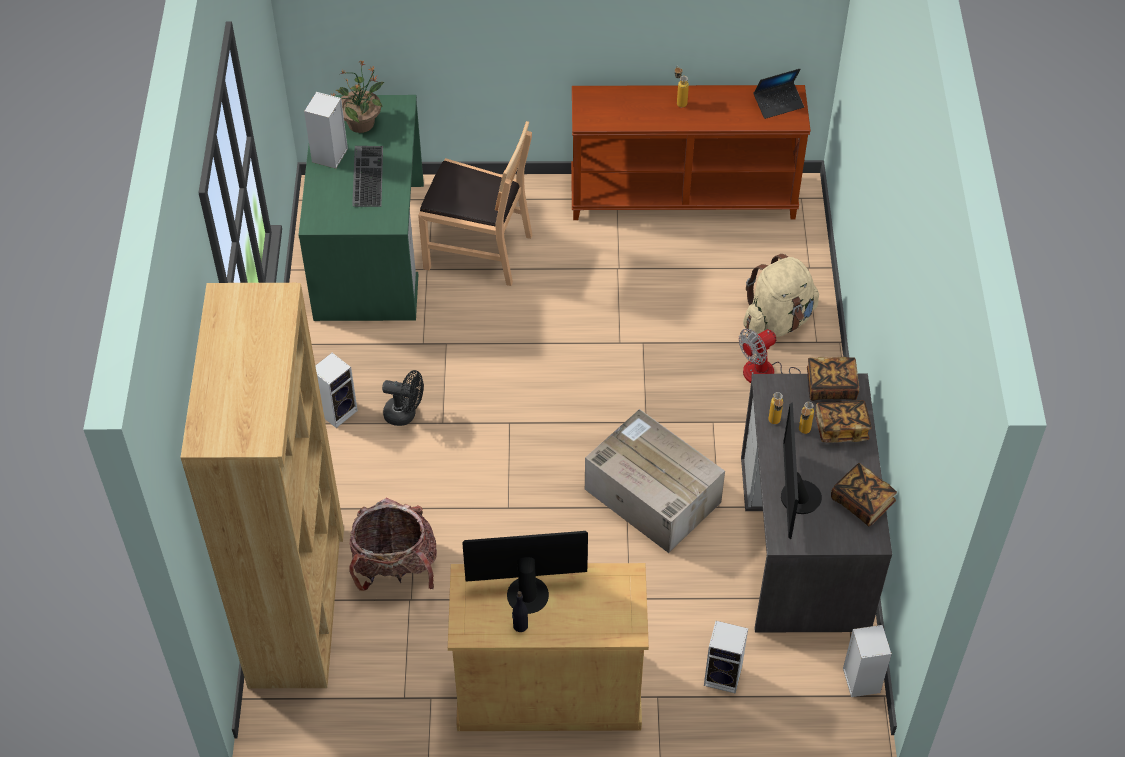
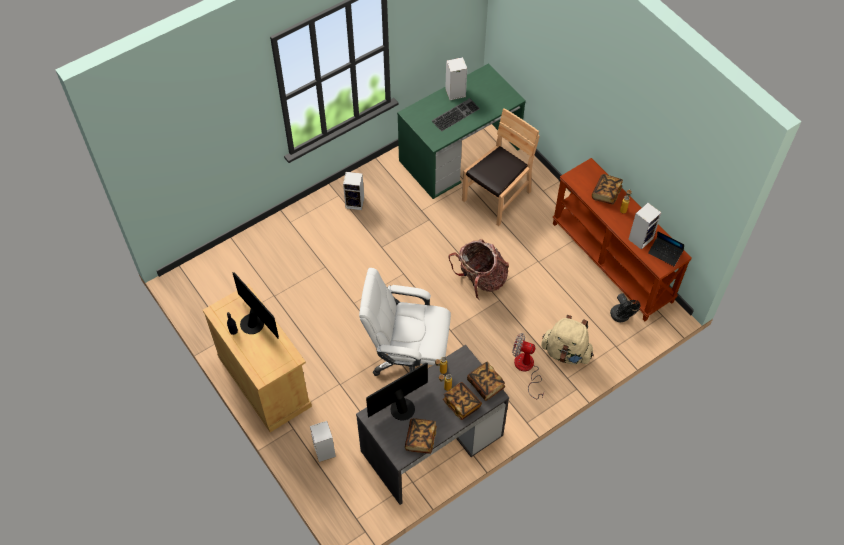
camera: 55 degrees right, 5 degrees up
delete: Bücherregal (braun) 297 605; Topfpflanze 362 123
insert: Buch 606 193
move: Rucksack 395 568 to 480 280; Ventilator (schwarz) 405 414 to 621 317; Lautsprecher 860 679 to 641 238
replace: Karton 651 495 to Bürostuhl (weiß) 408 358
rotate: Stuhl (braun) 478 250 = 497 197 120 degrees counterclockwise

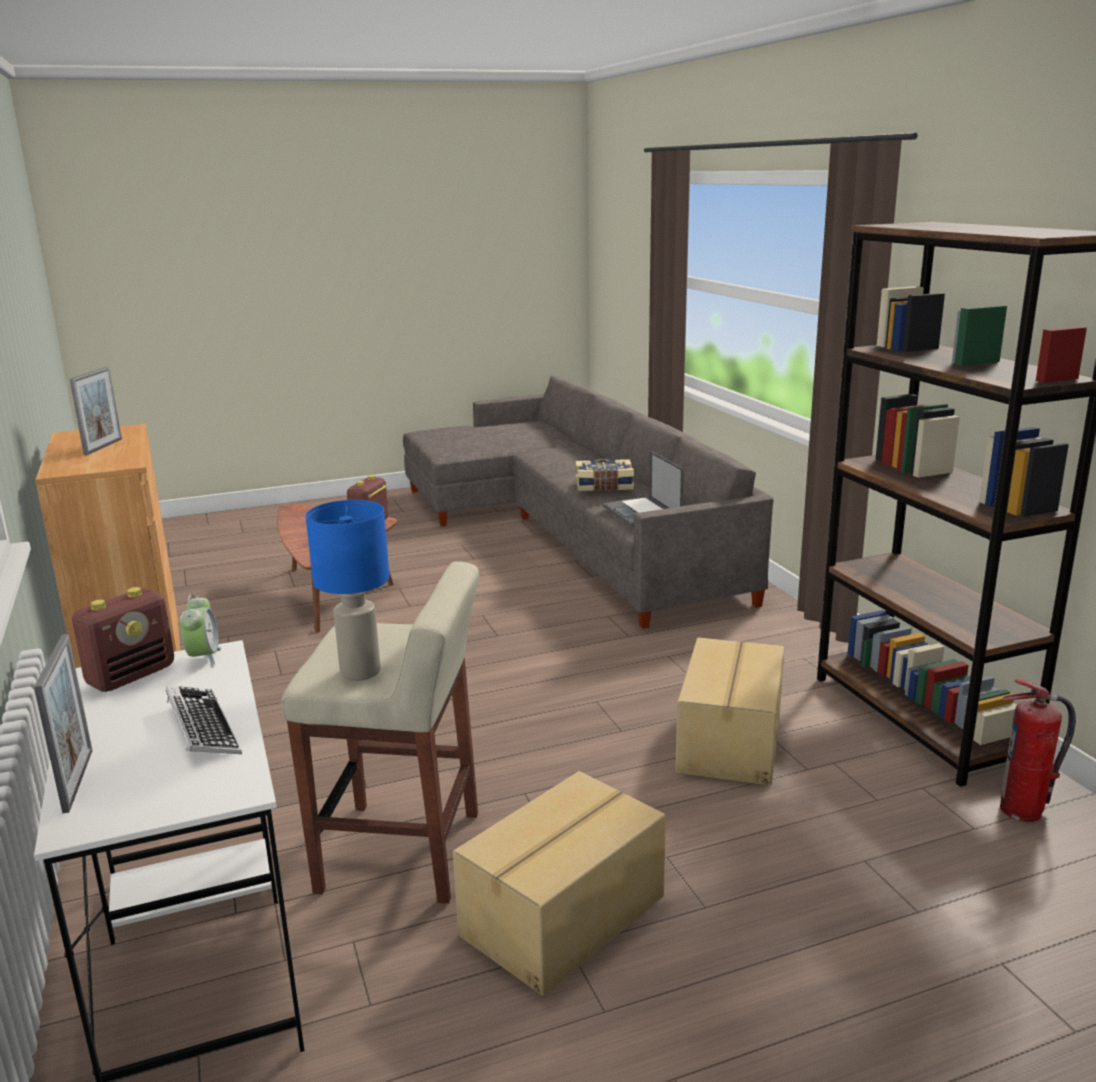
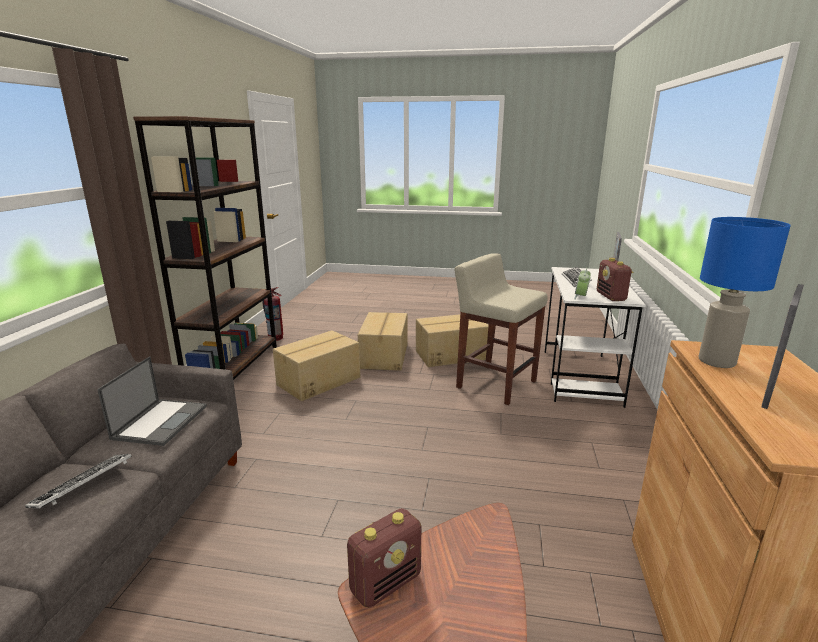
camera: 150 degrees left, 0 degrees up
insert: Karton 385 356
move: Tischlampe (blau) 359 672 to 717 361
replace: Buch 604 486 to Tastatur 83 485
rotate: Radio 132 675 = 611 297 75 degrees counterclockwise

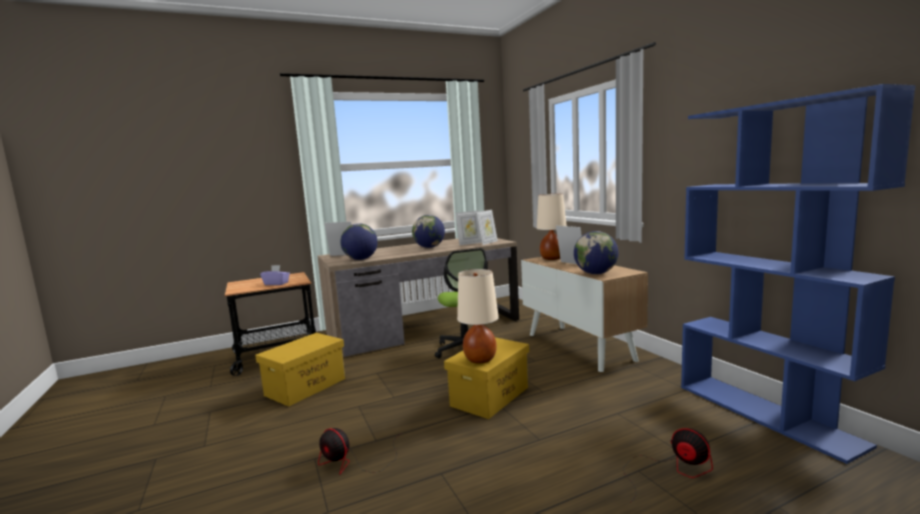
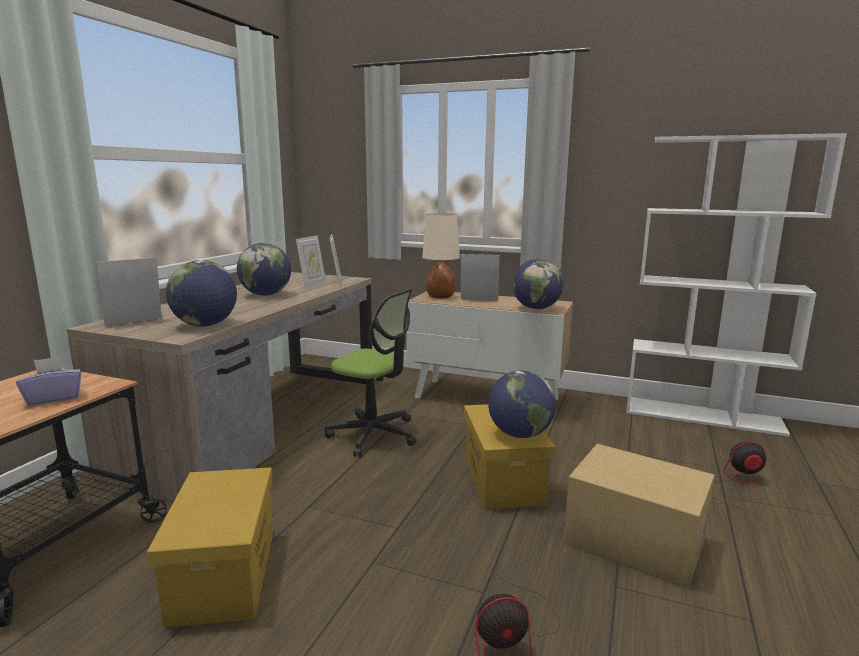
camera: 45 degrees left, 5 degrees up
insert: Karton 632 542
replace: Tischlampe (beige) 480 359 to Globus 520 434
recolor: Bücherregal (blau) 766 413 to Bücherregal (weiß) 703 416

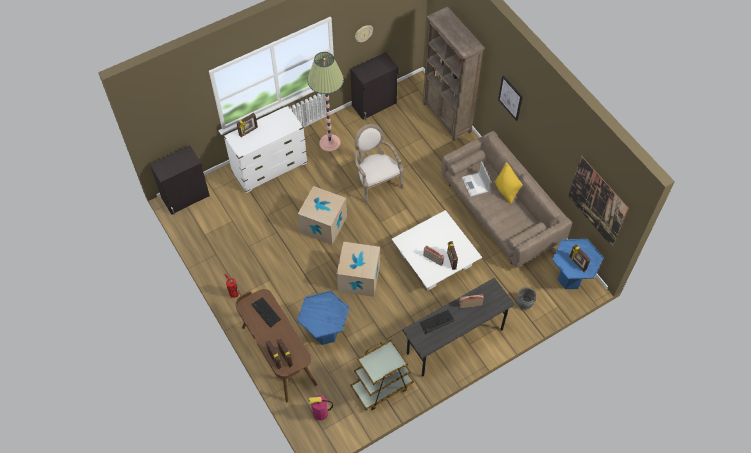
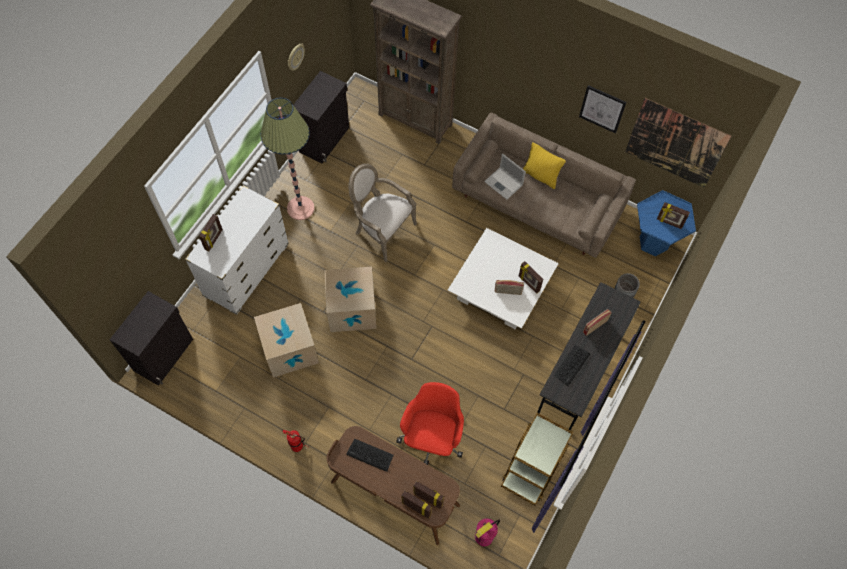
camera: 30 degrees left, 5 degrees up
move: Karton 359 278 to 289 349; Bild 510 98 to 602 109
replace: Beistelltisch (blau) 325 333 to Bürostuhl (rot) 432 438

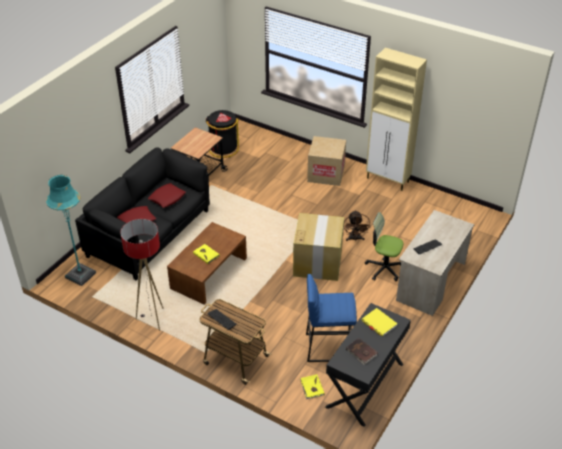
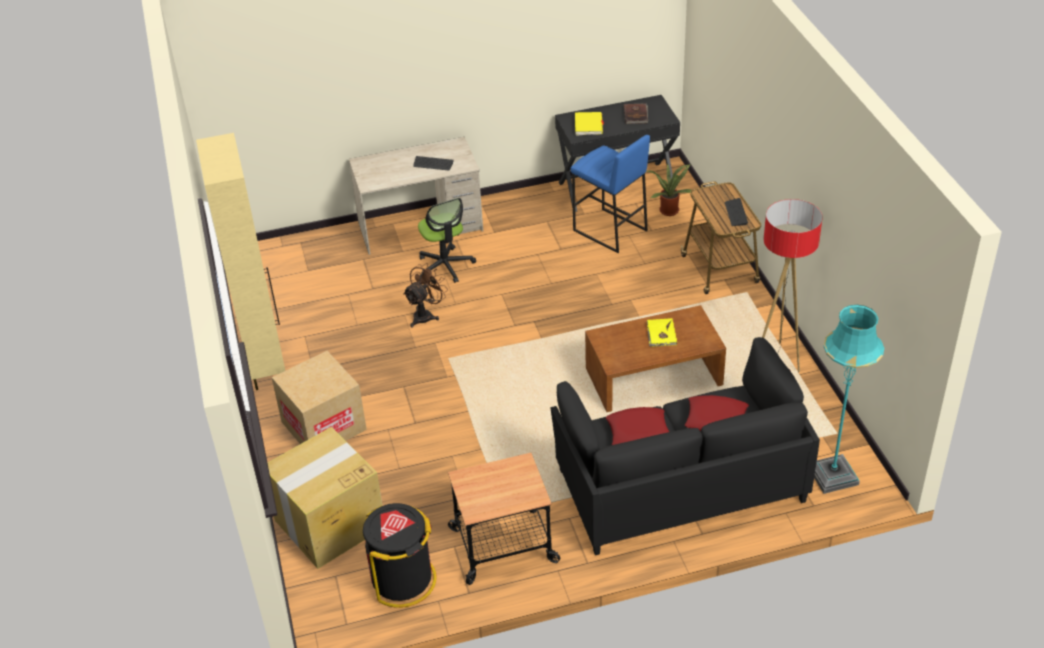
camera: 135 degrees left, 0 degrees up
move: Karton 317 262 to 328 524
replace: Buch (gelb) 312 387 to Topfpflanze 669 209

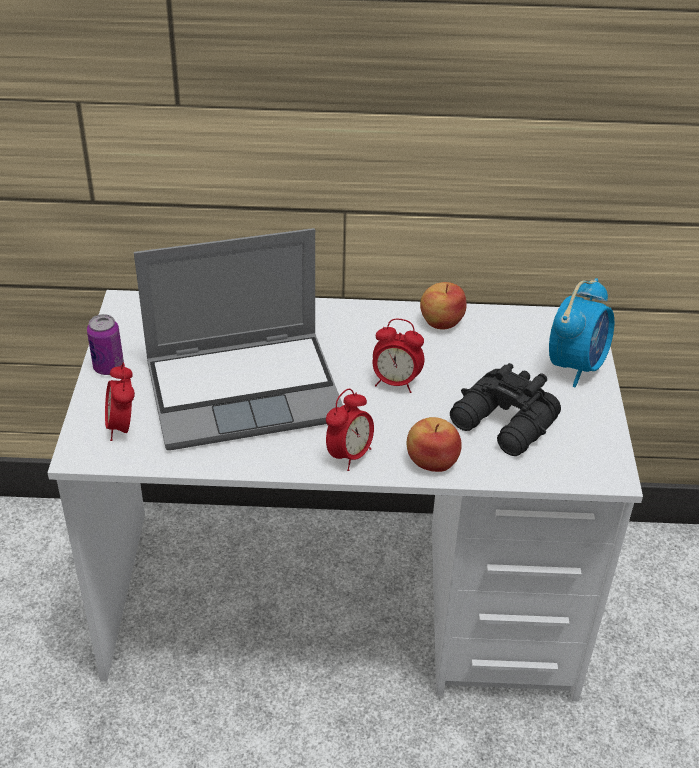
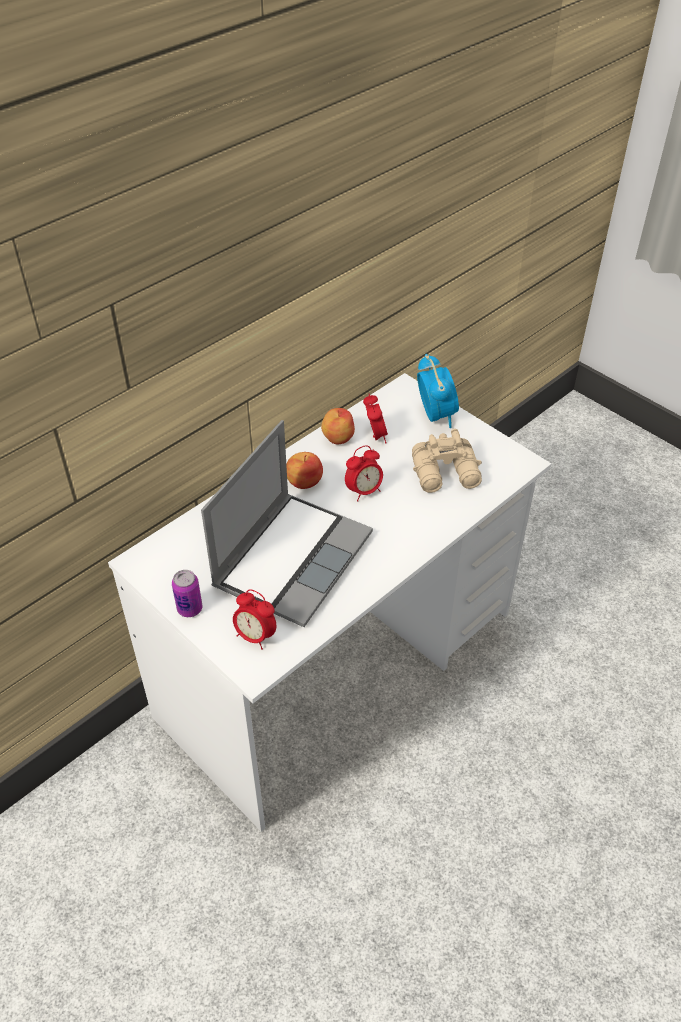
camera: 45 degrees left, 5 degrees up
move: Wecker 349 455 to 375 436; Apfel 432 460 to 304 481
recolor: Fernglas (schwarz) 504 425 to Fernglas (beige) 447 474

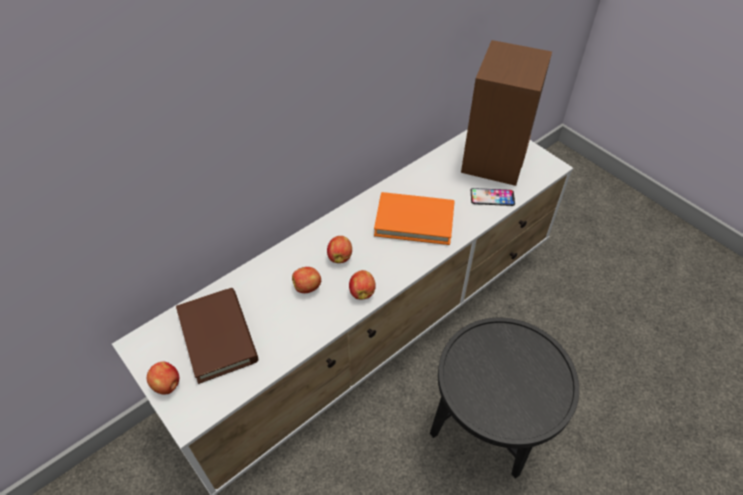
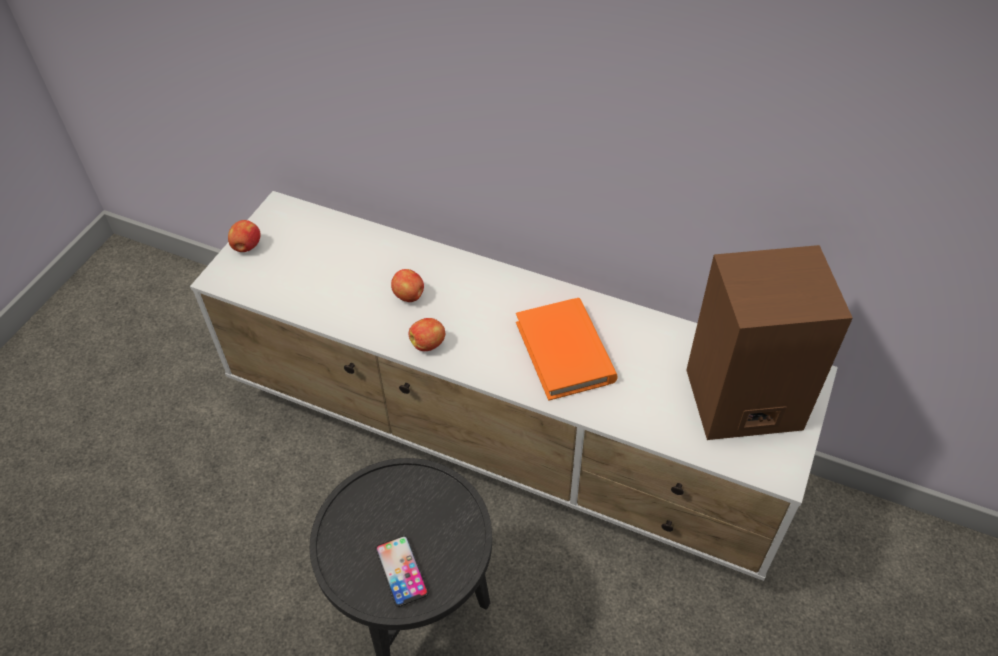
camera: 65 degrees right, 0 degrees up
delete: Buch (braun) 218 337; Apfel 340 256
move: Handy 492 197 to 401 570

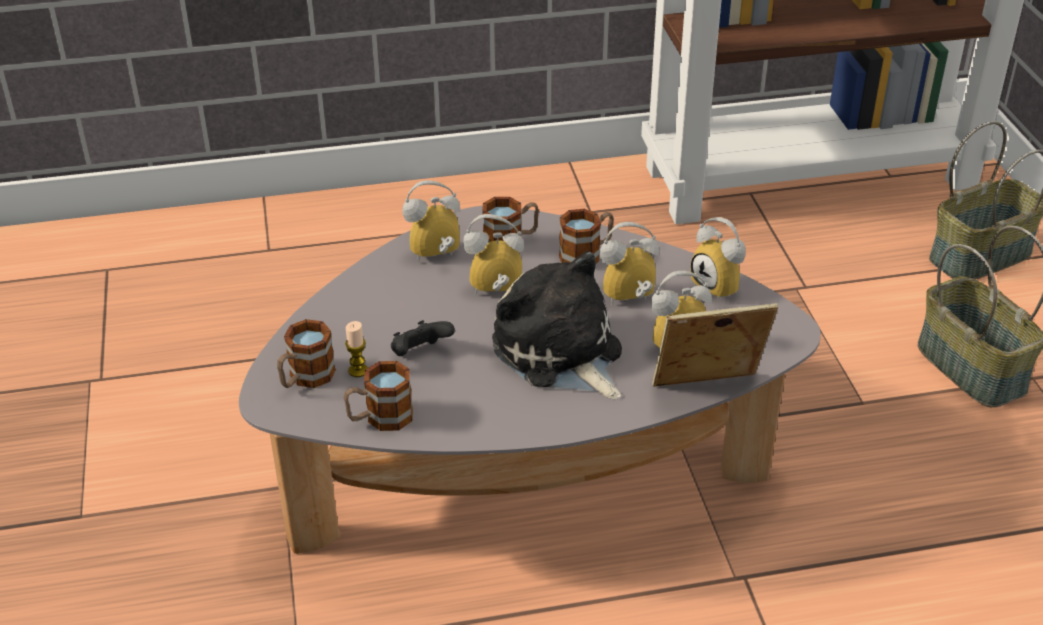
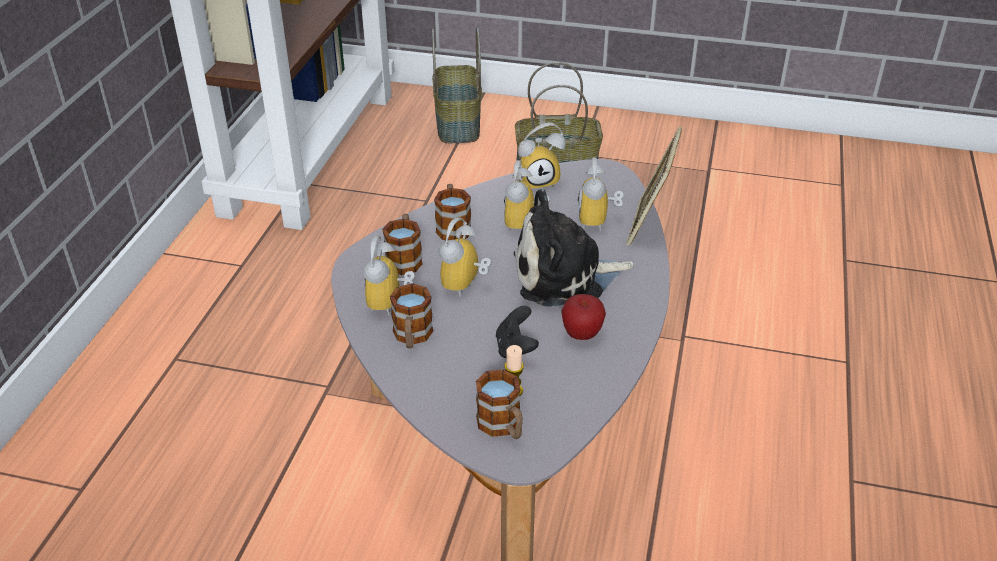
camera: 65 degrees left, 0 degrees up
insert: Apfel 581 334
move: Henkelbecher 380 418 to 412 337

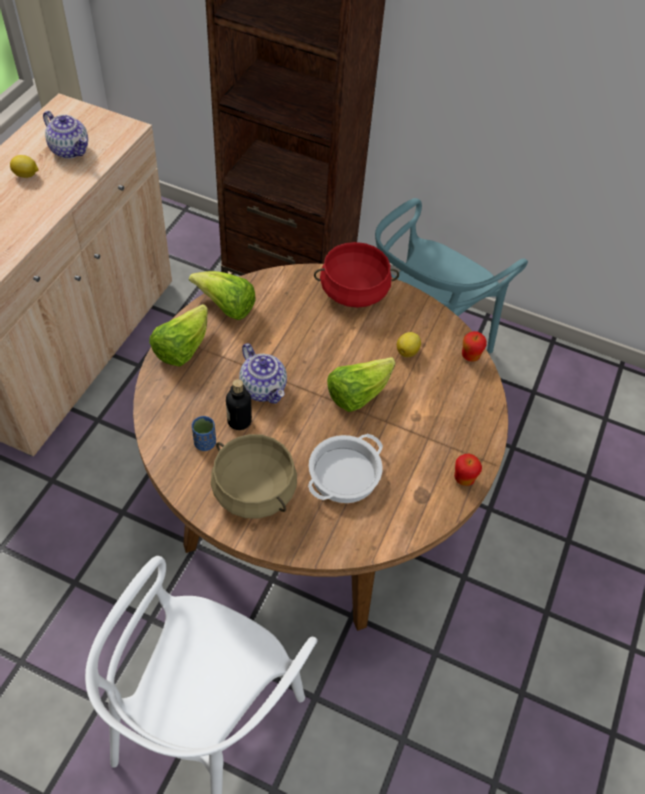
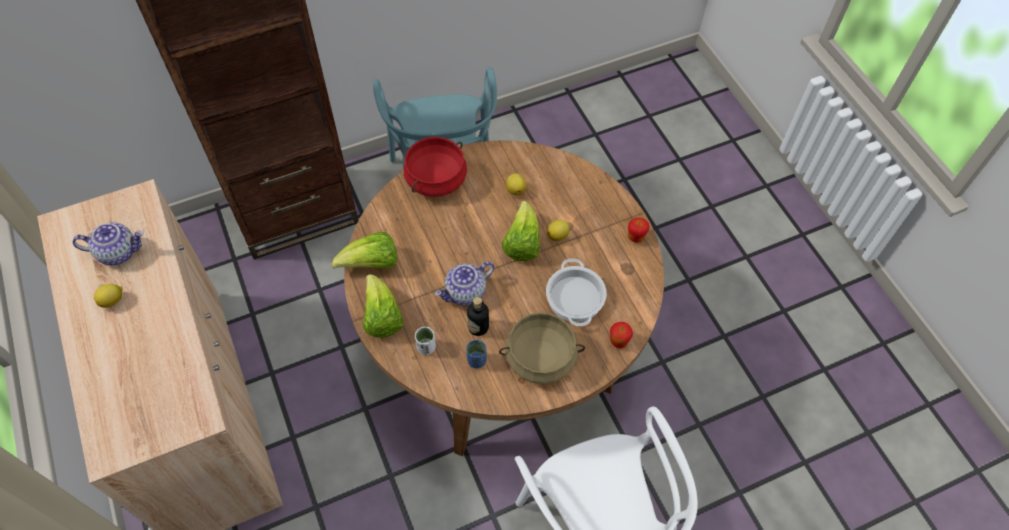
camera: 45 degrees left, 5 degrees up
insert: Tasse (weiß) 426 347; Zitrone 558 235
move: Apfel 470 356 to 618 341
rotate: Teekanne 264 388 = 465 293 135 degrees clockwise

